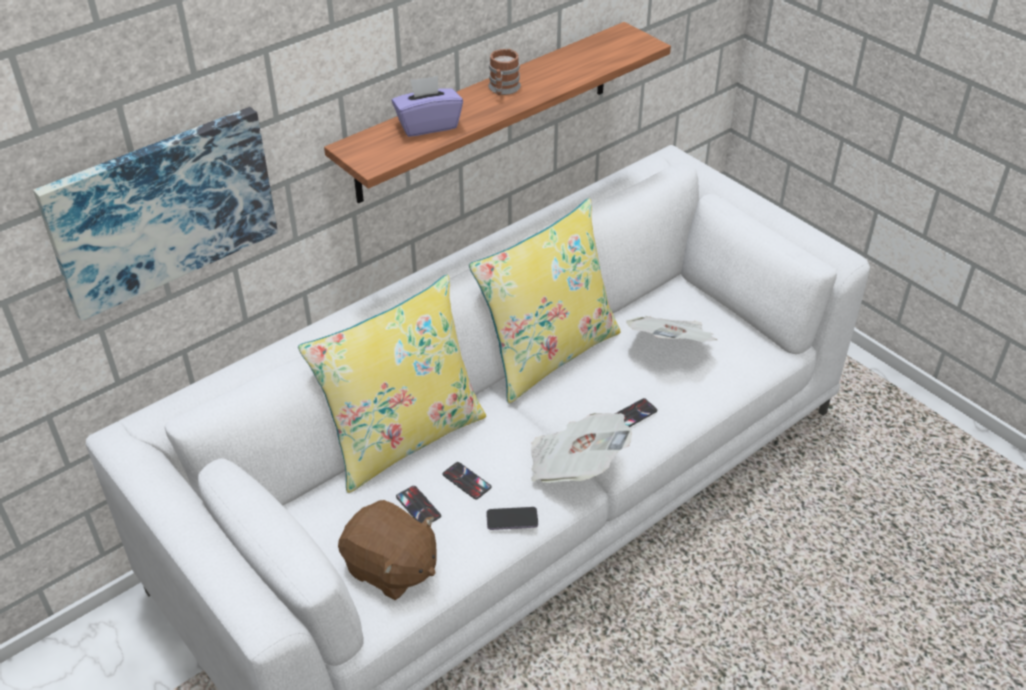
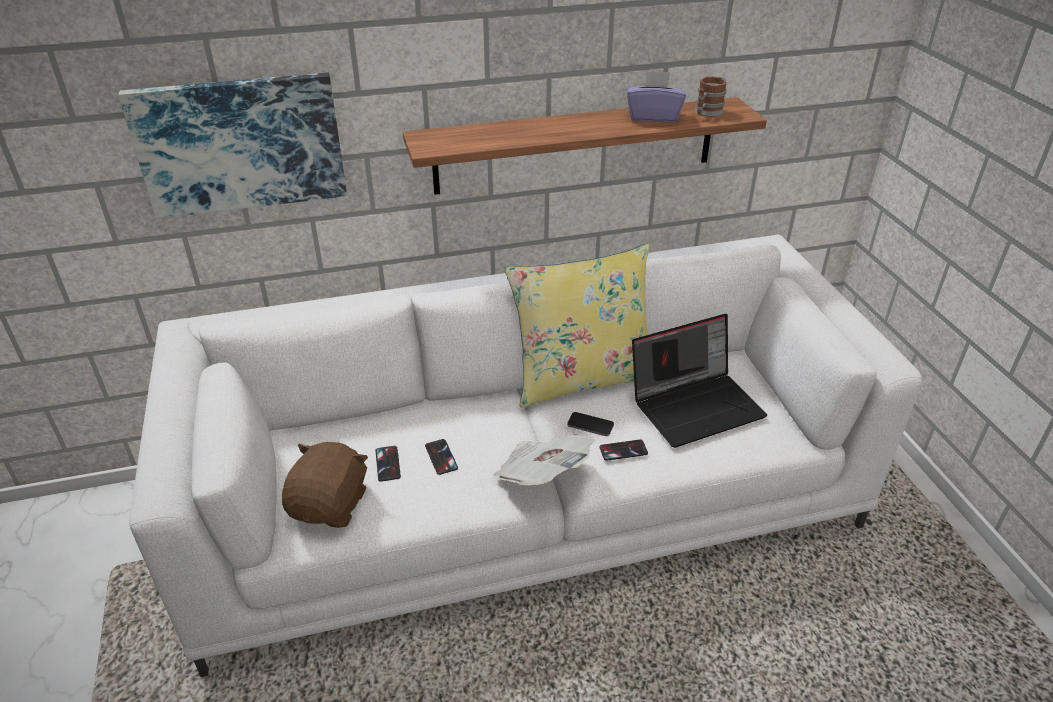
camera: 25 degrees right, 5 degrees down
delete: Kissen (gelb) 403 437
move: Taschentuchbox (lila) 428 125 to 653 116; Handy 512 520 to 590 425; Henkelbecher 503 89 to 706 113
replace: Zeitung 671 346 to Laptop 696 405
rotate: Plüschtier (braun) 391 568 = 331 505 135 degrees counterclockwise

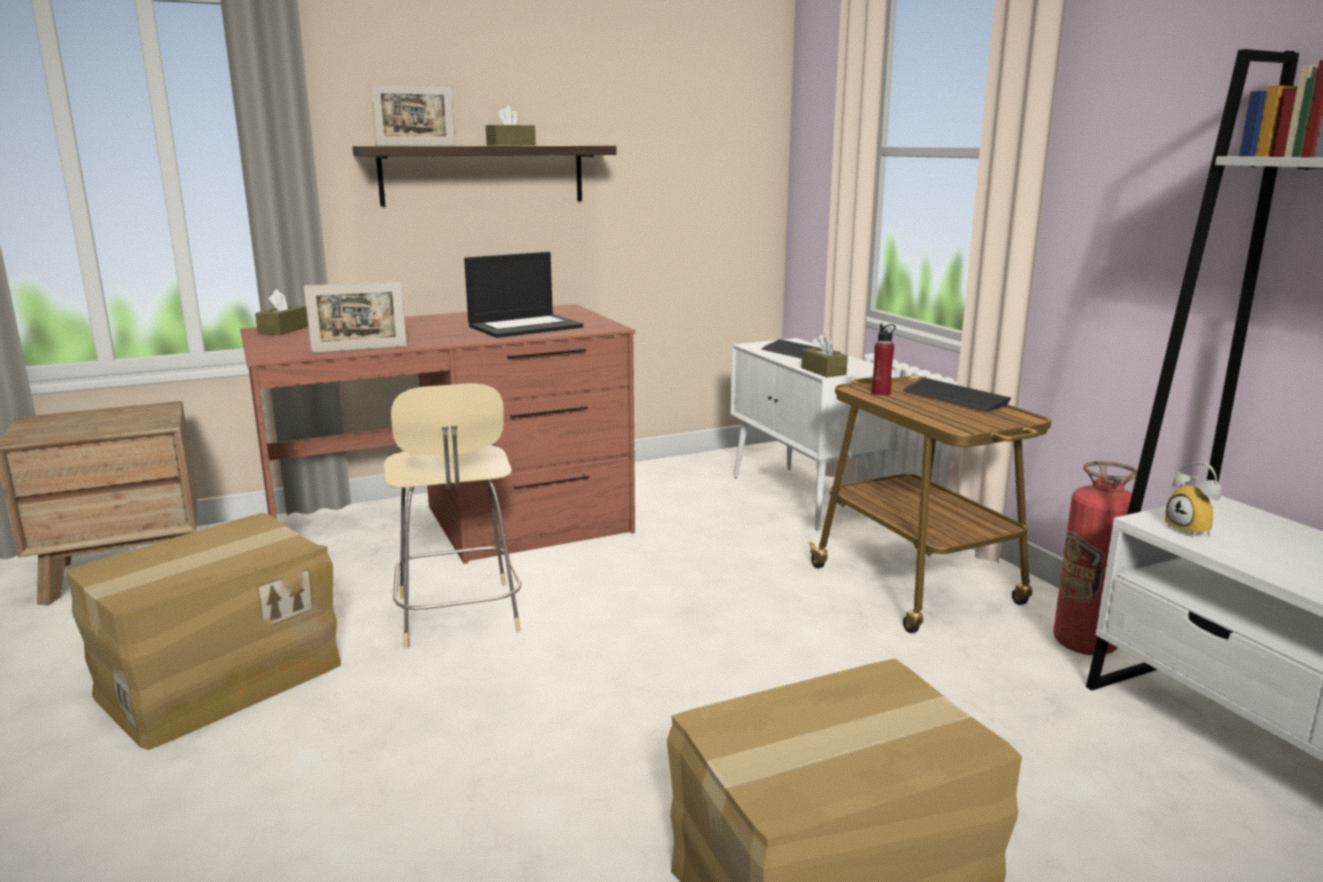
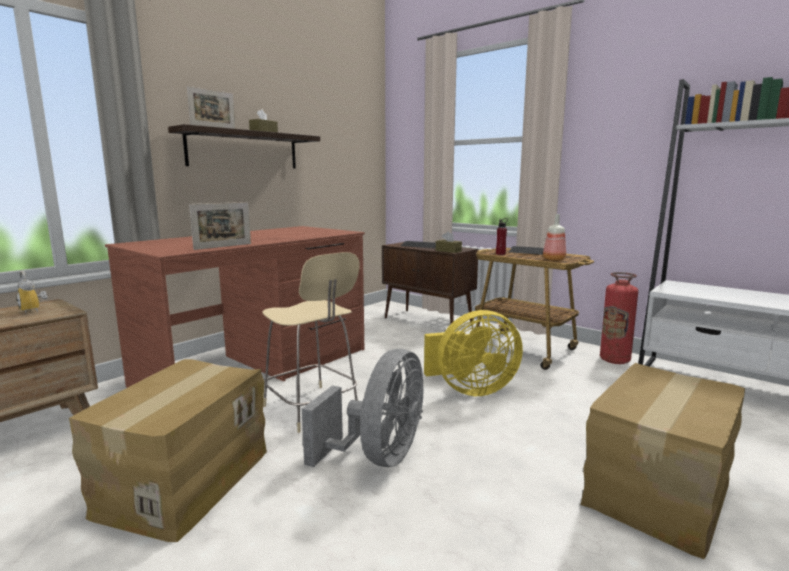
camera: 25 degrees left, 5 degrees down
delete: Taschentuchbox (braun) 283 330; Laptop 525 326
insert: Ventilator (grau) 379 457; Ventilator (gelb) 470 389; Flasche 554 259
move: Wecker 1193 530 to 34 310
recolor: Schrank (weiß) 803 497 to Schrank (braun) 428 322

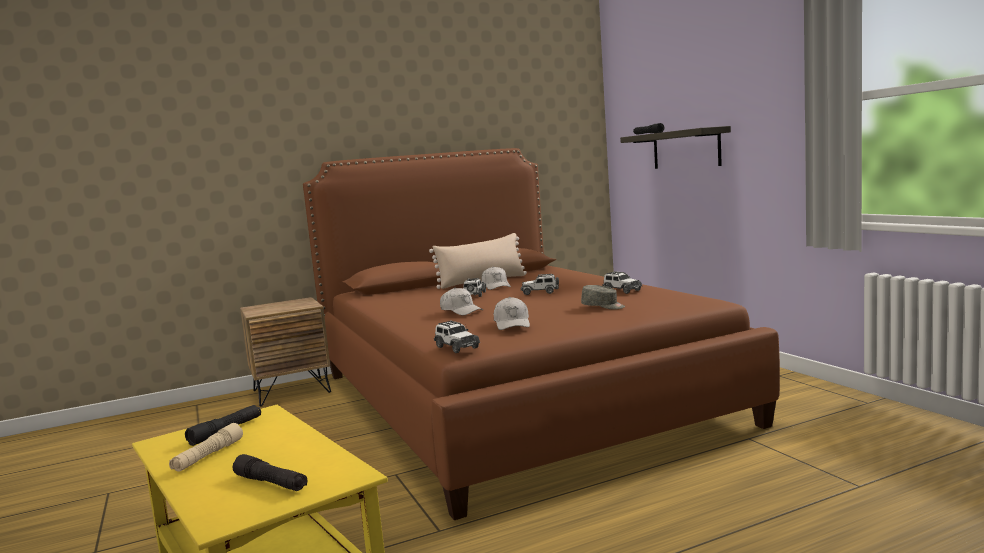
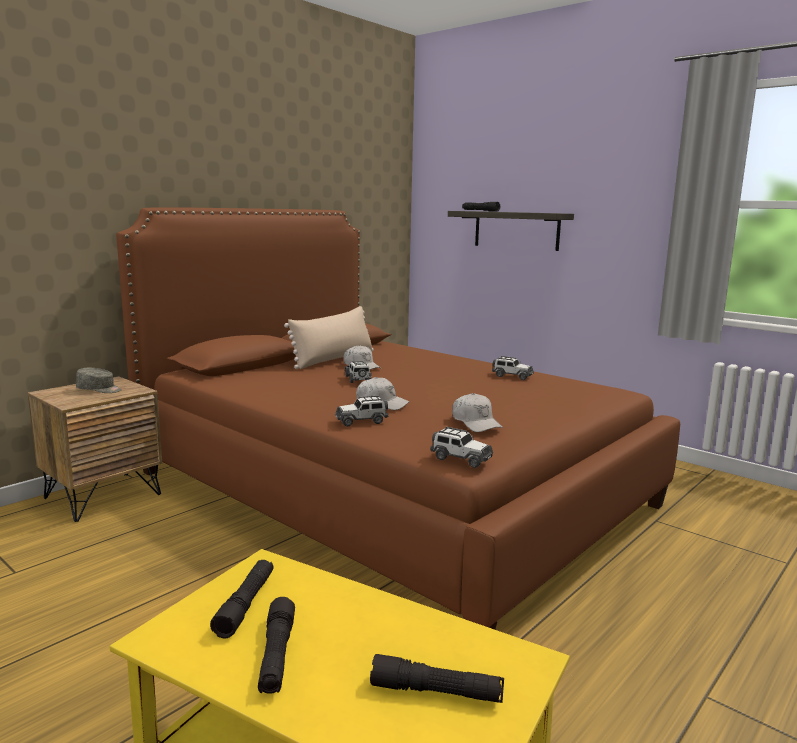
camera: 25 degrees left, 5 degrees up
move: Spielzeugauto 540 292 to 361 421; Kappe (grau) 603 307 to 99 390
recolor: Taschenlampe (beige) 208 456 to Taschenlampe (schwarz) 276 655

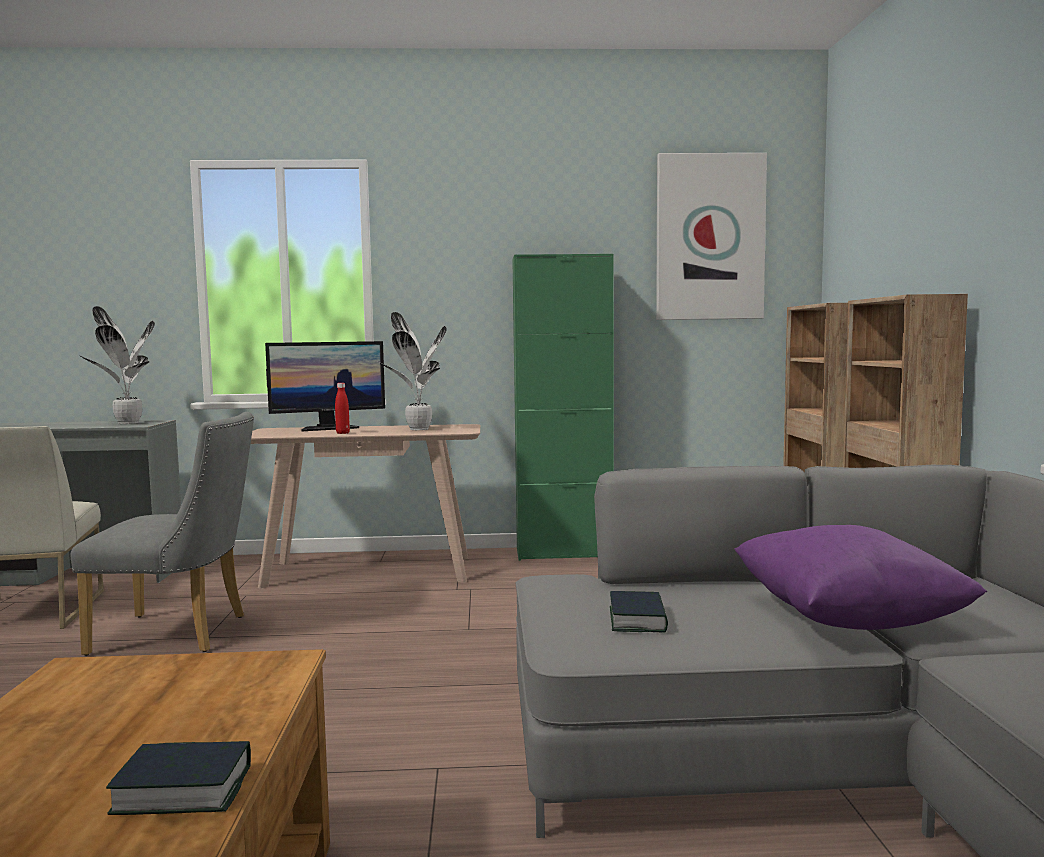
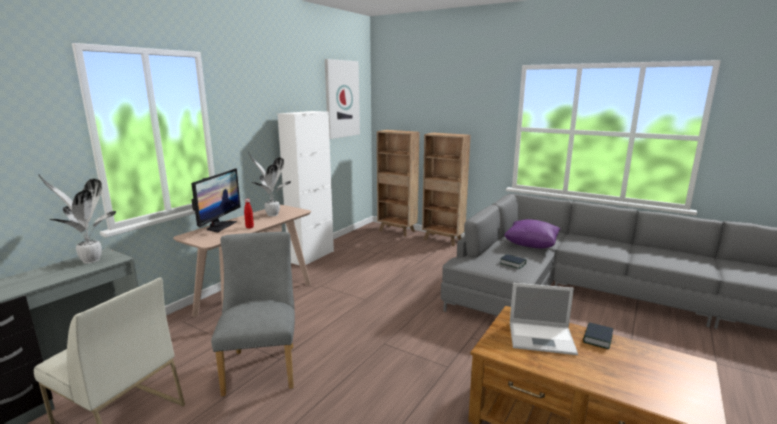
camera: 55 degrees left, 10 degrees up
insert: Laptop 542 338
recolor: Schrank (grün) 564 553 to Schrank (weiß) 311 256
rotate: Stuhl (grau) 181 634 = 262 365 45 degrees counterclockwise

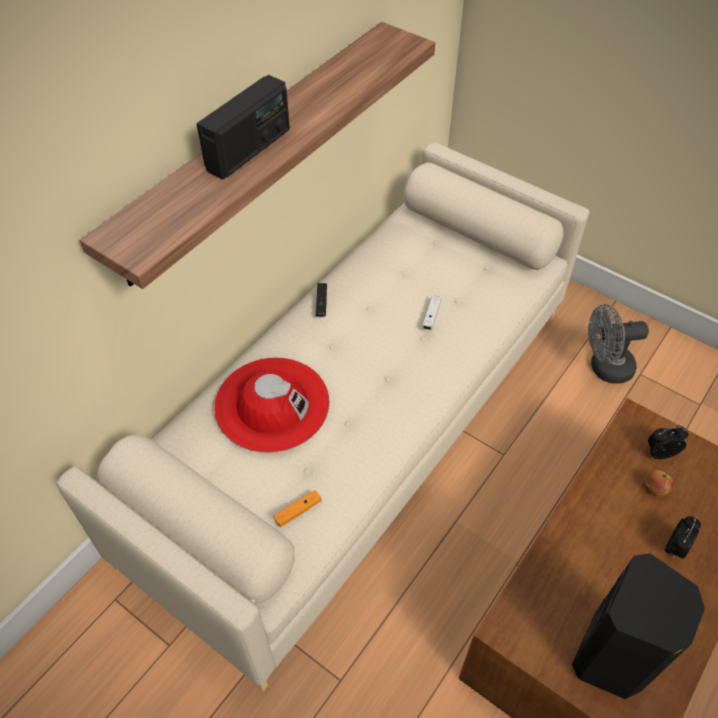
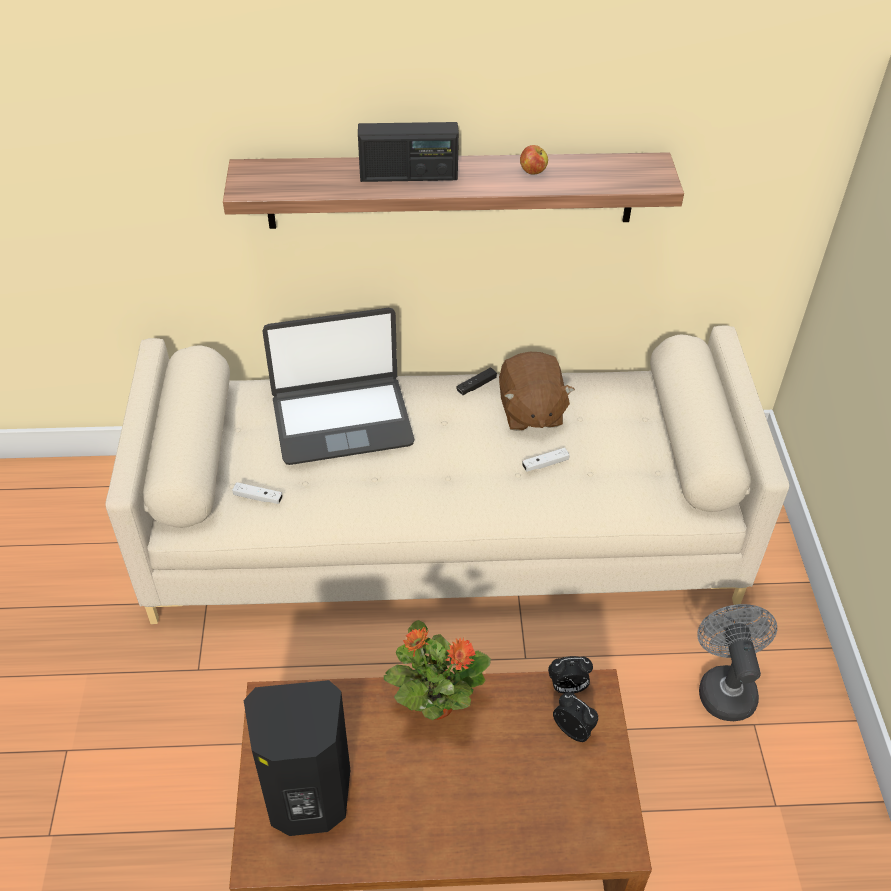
camera: 50 degrees right, 5 degrees down
insert: Topfpflanze 435 704; Plüschtier (braun) 530 411
move: Apfel 655 489 to 533 172; Wecker 675 548 to 567 687
replace: Hut (rot) 272 404 to Laptop 342 420
recolor: Gamepad (orange) 298 511 to Gamepad (weiß) 258 497
rotate: Ventilator (grau) 604 368 = 724 686 45 degrees clockwise

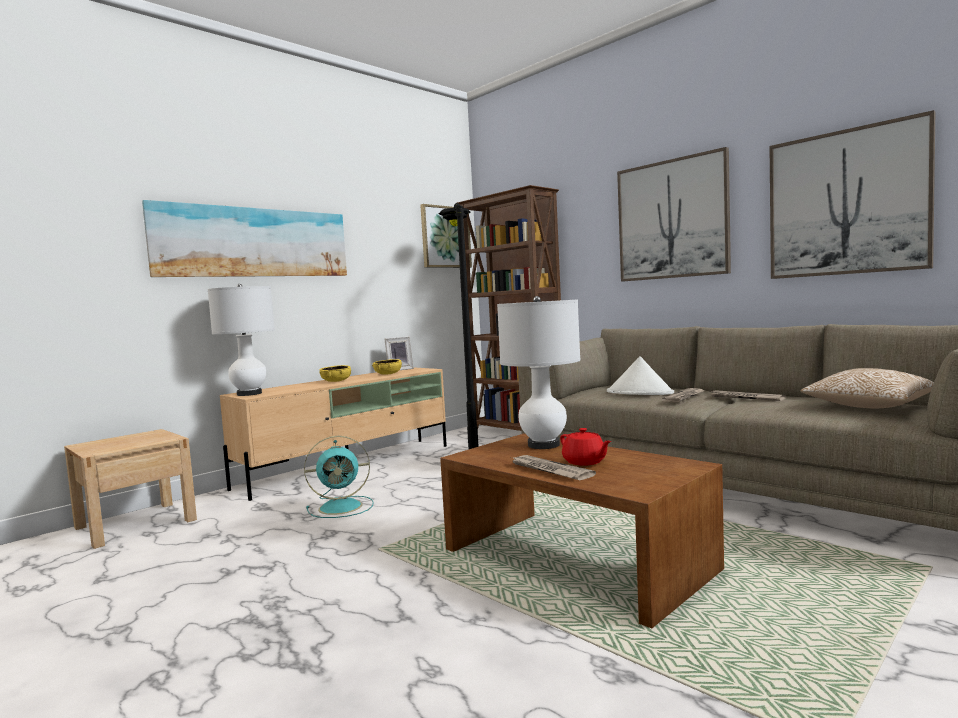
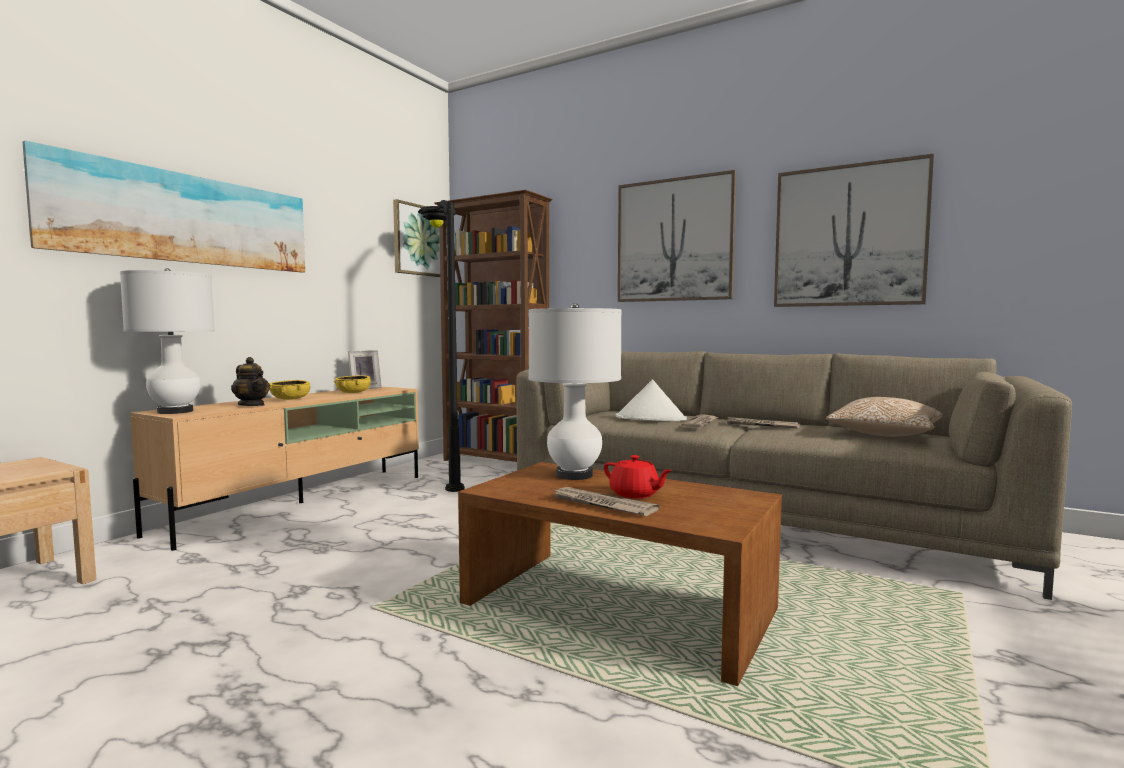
camera: 15 degrees left, 0 degrees up
delete: Ventilator (türkis) 342 507
insert: Teekanne 251 405

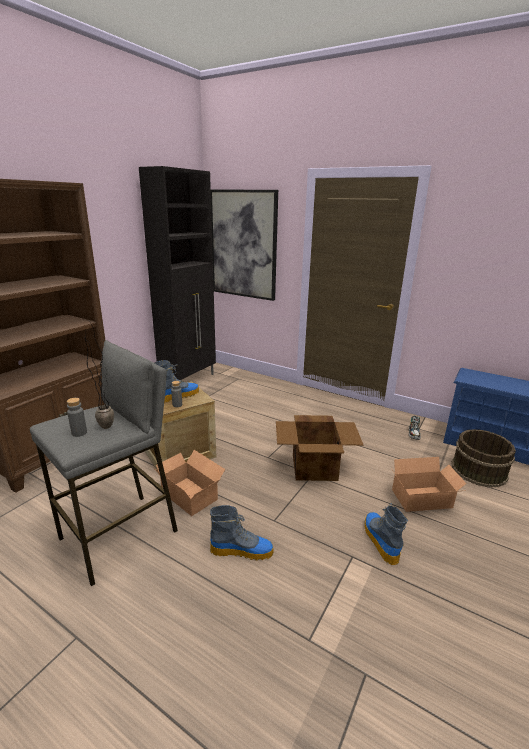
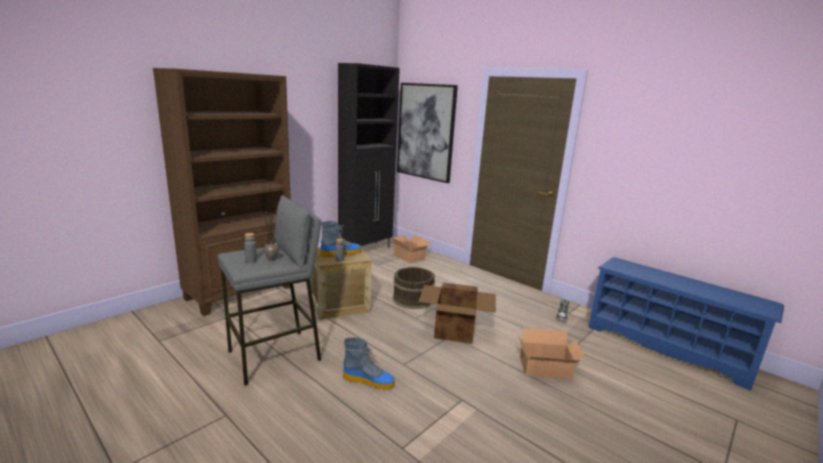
camera: 10 degrees right, 5 degrees down
delete: Stiefel 380 540
move: Karton 190 494 to 409 256; Eimer (braun) 478 470 to 412 298

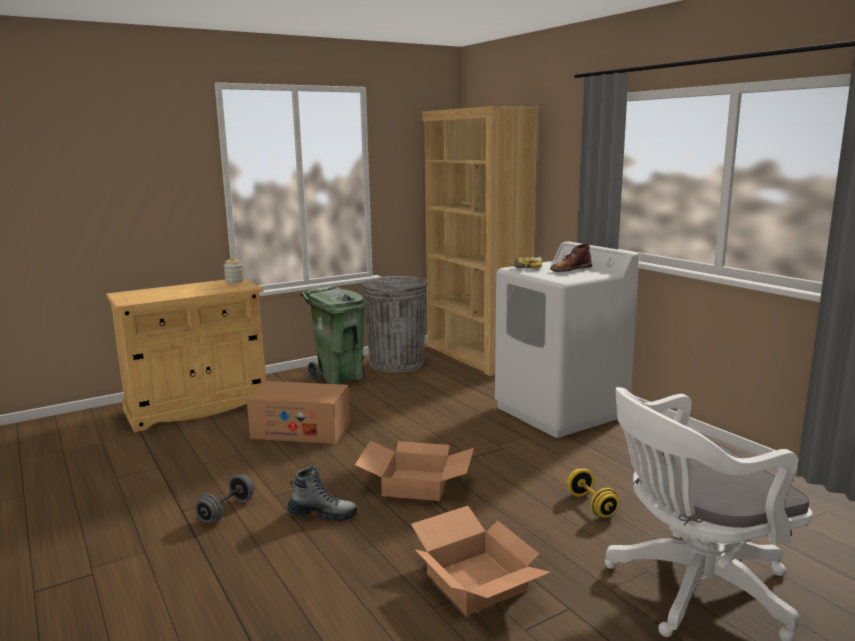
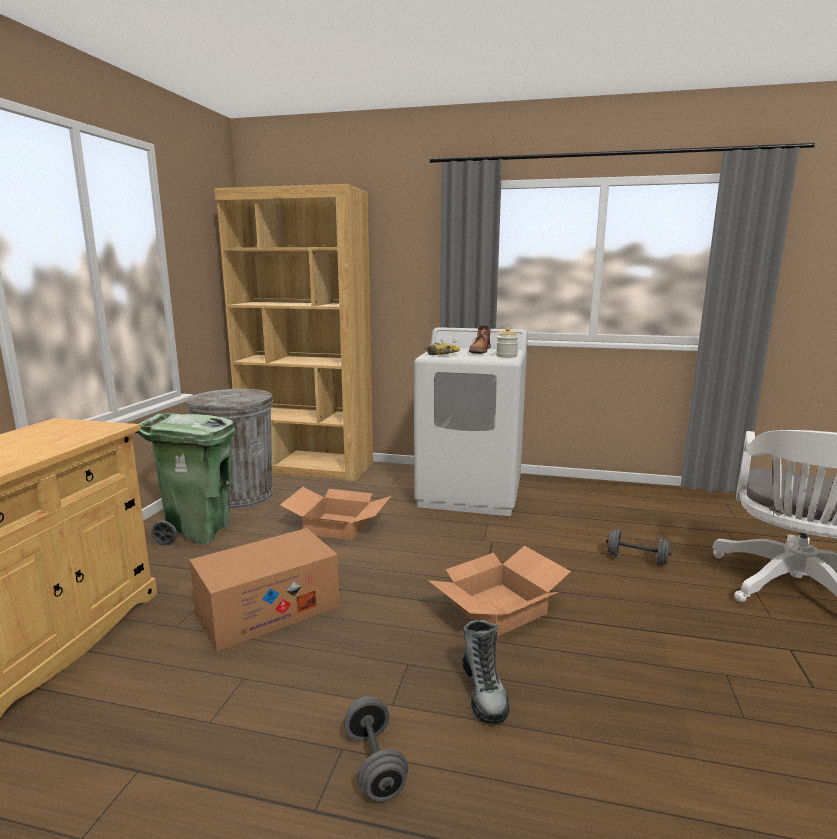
camera: 45 degrees left, 0 degrees up
move: Vorratsglas 234 281 to 506 356; Karton 478 582 to 338 526
recolor: Hantel (gelb) 591 505 to Hantel (grau) 636 559
rotate: Stiefel 322 514 = 484 692 120 degrees clockwise

